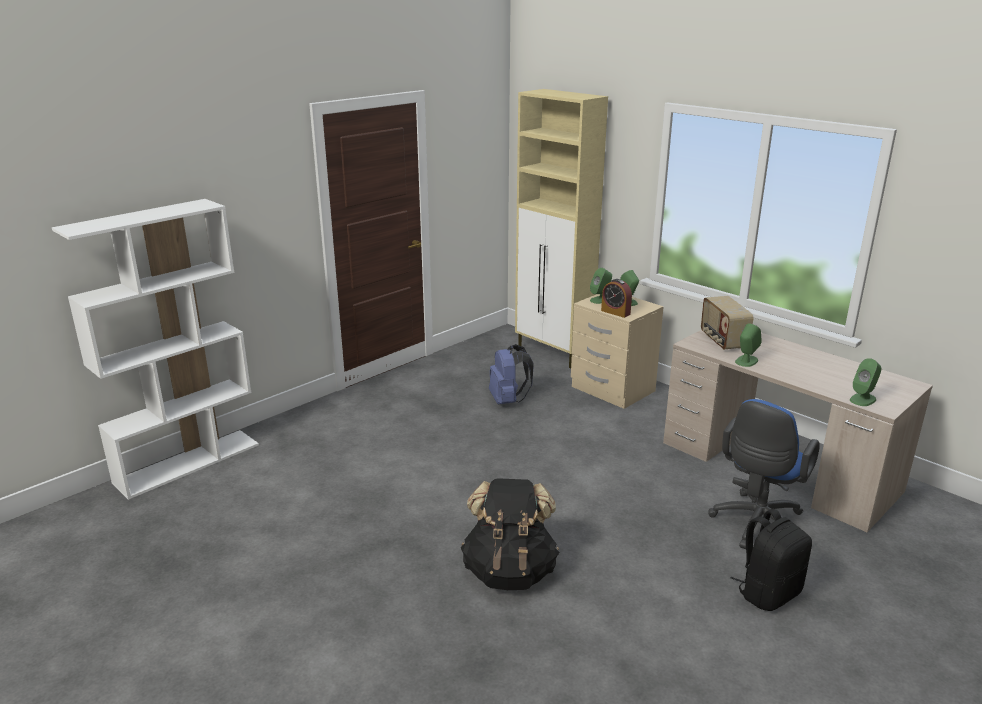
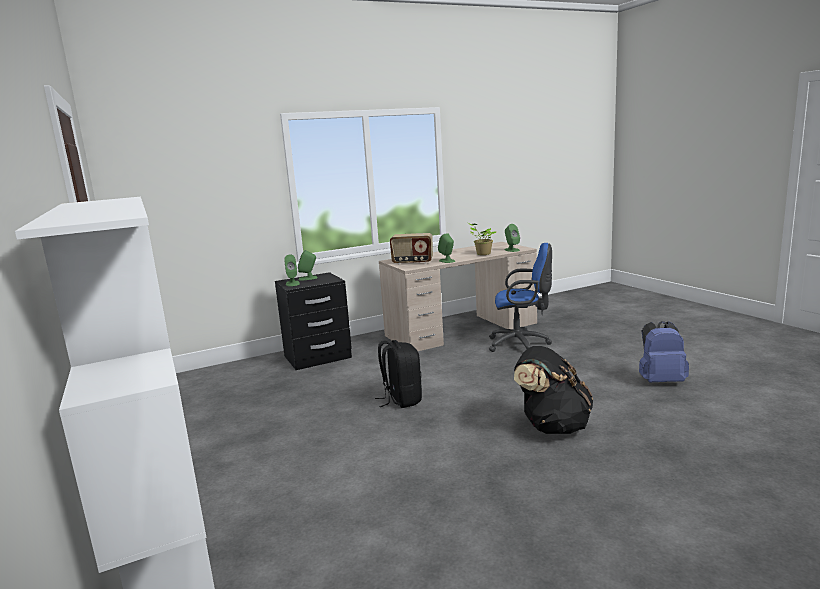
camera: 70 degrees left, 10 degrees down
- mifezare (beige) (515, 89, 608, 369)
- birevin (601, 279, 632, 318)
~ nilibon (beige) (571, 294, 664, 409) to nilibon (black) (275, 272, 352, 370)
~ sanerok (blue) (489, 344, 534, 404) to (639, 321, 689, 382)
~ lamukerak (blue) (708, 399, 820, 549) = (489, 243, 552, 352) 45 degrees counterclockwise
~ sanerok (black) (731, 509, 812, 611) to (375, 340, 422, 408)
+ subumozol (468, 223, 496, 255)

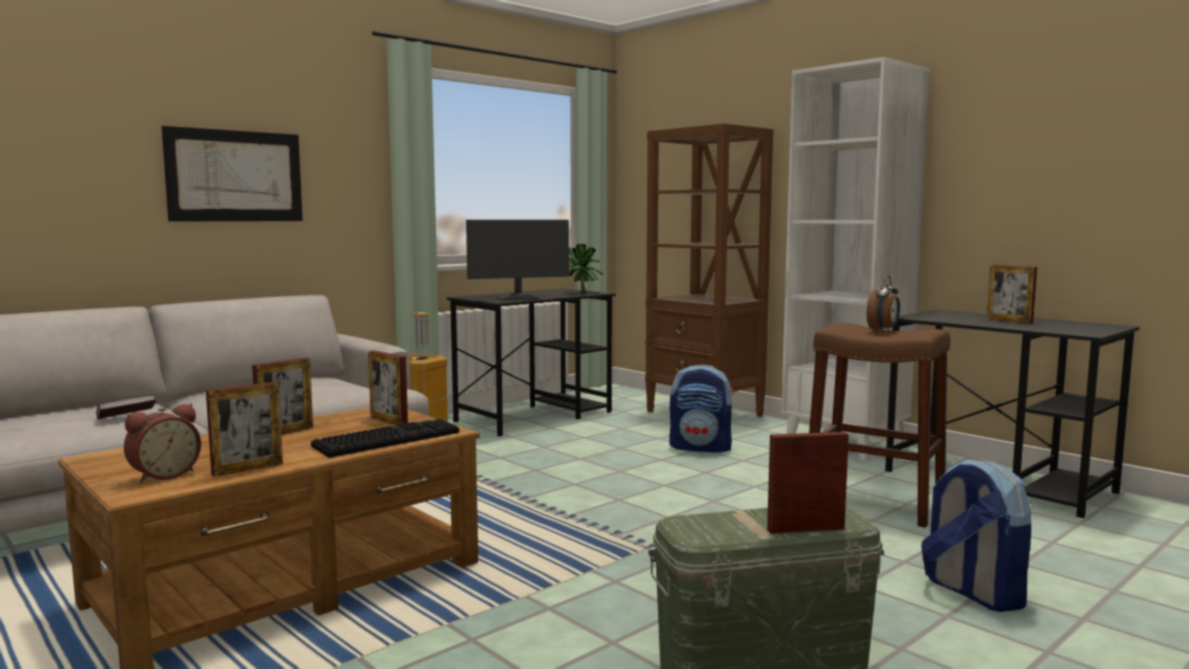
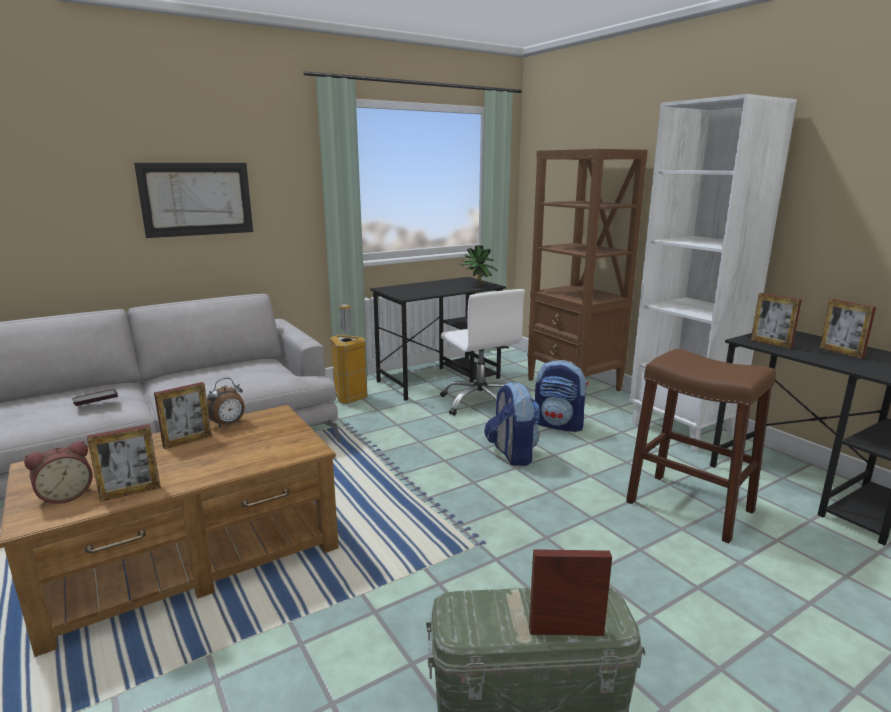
camera: 10 degrees right, 10 degrees up
- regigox (466, 220, 569, 300)
~ birevin (867, 276, 900, 332) to (207, 378, 245, 428)
~ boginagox (368, 351, 408, 426) to (751, 293, 802, 349)
- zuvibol (311, 419, 459, 458)
~ sanerok (921, 458, 1031, 612) to (484, 381, 540, 466)
+ lamukerak (white) (440, 289, 525, 416)

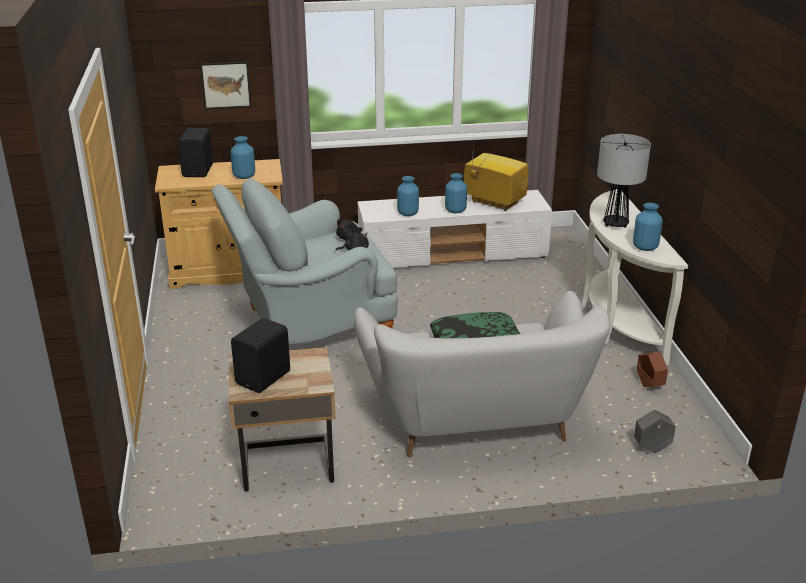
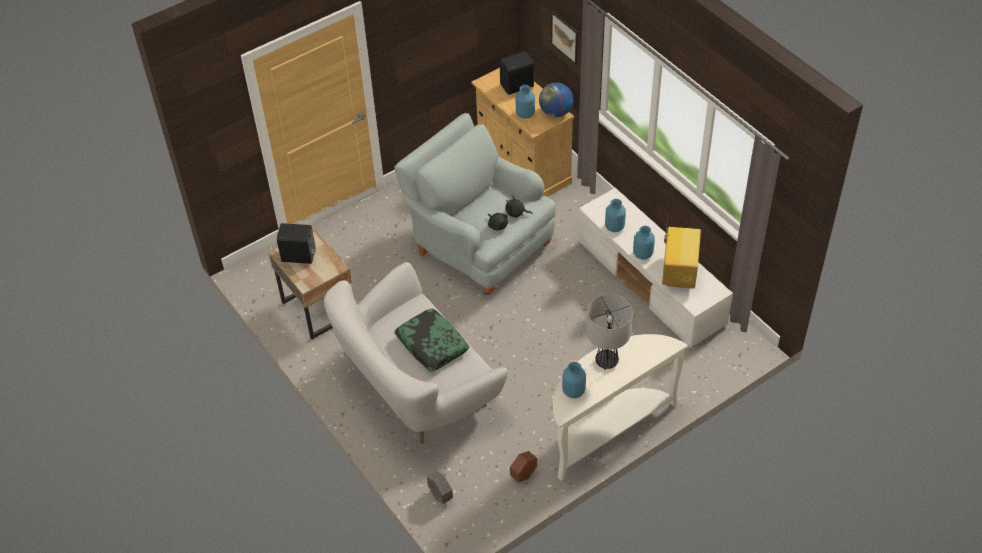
camera: 65 degrees right, 20 degrees up
+ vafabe (539, 83, 574, 117)

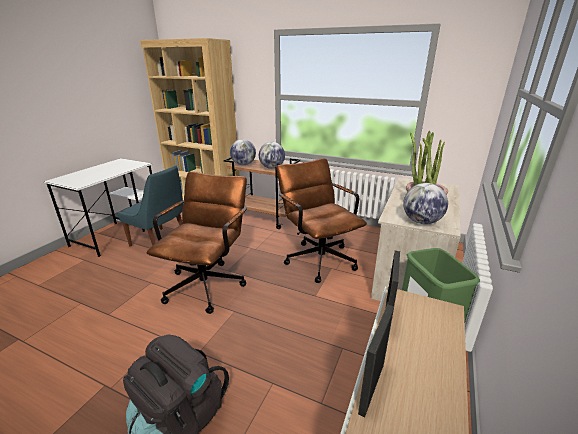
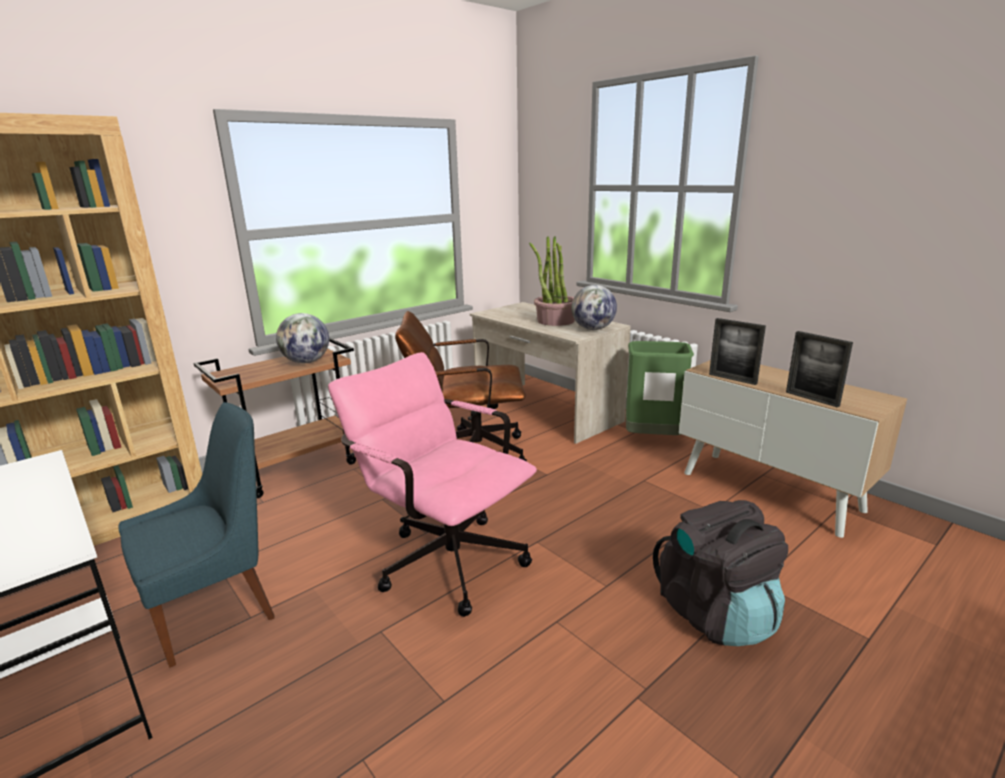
camera: 65 degrees left, 5 degrees down
- vafabe (230, 139, 256, 165)
~ lamukerak (brown) (147, 172, 247, 314) to lamukerak (pink) (328, 352, 537, 617)

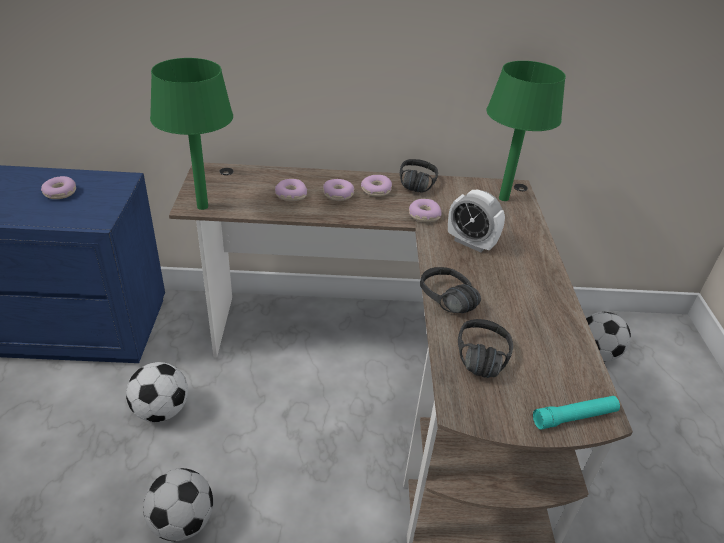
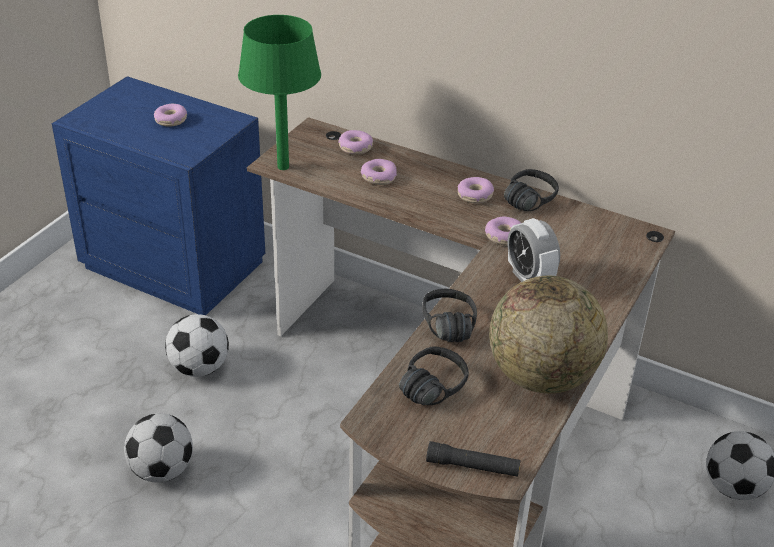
camera: 30 degrees right, 0 degrees up
- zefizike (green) (487, 61, 566, 201)
~ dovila (323, 179, 355, 201) to (338, 130, 373, 155)
~ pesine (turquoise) (533, 396, 620, 430) to pesine (black) (426, 441, 521, 477)
+ vafabe (489, 276, 608, 394)

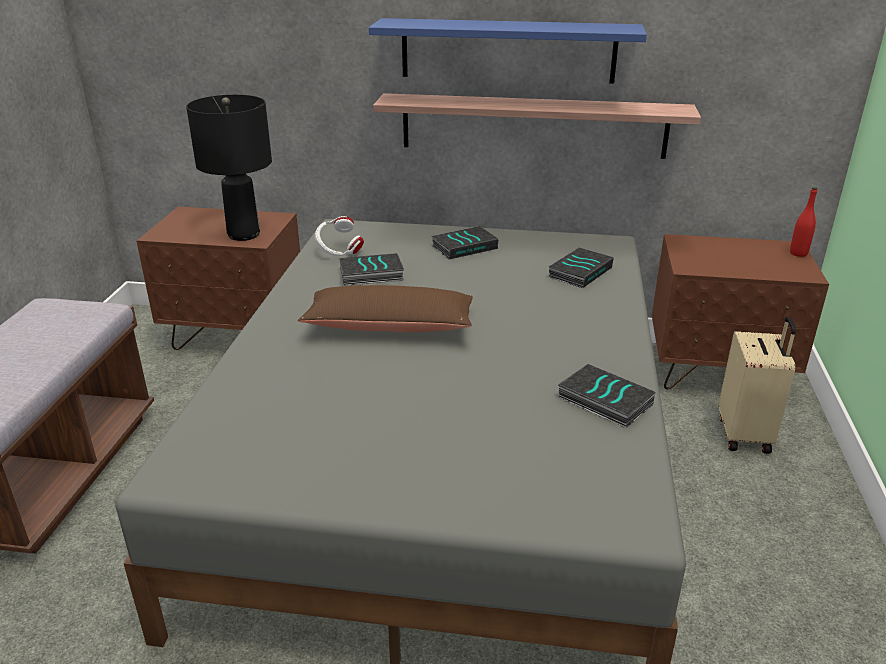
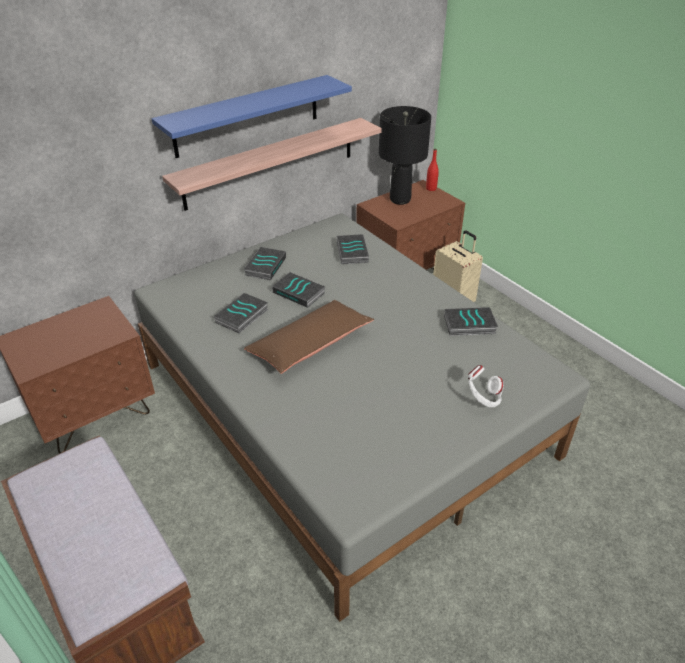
camera: 45 degrees left, 10 degrees up
~ zefizike (black) (186, 95, 272, 241) to (379, 106, 431, 205)
~ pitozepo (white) (315, 216, 364, 256) to (467, 365, 504, 407)
+ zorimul (272, 272, 325, 308)

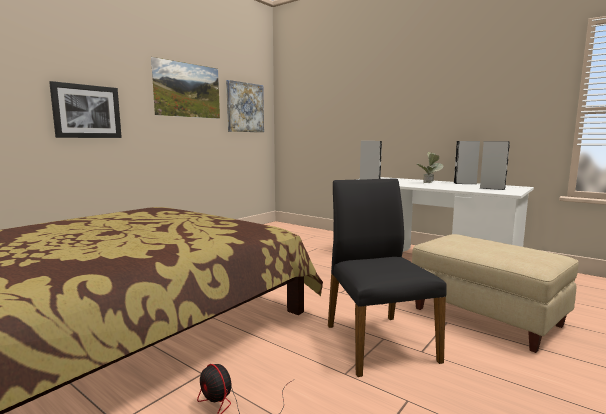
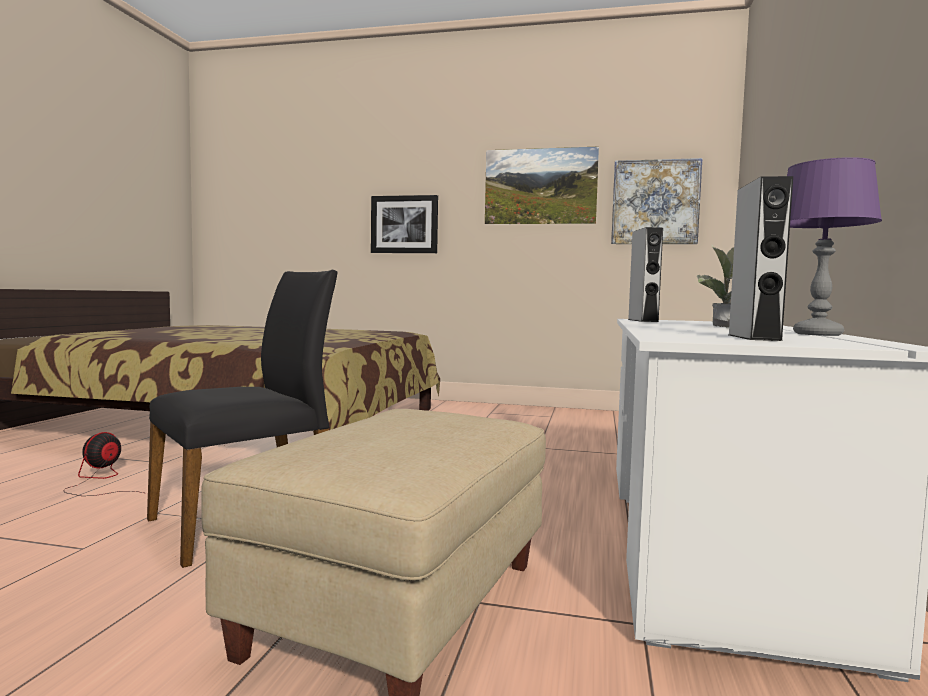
camera: 65 degrees right, 5 degrees down
~ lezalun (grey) (454, 141, 480, 184) to zefizike (purple) (787, 157, 882, 336)

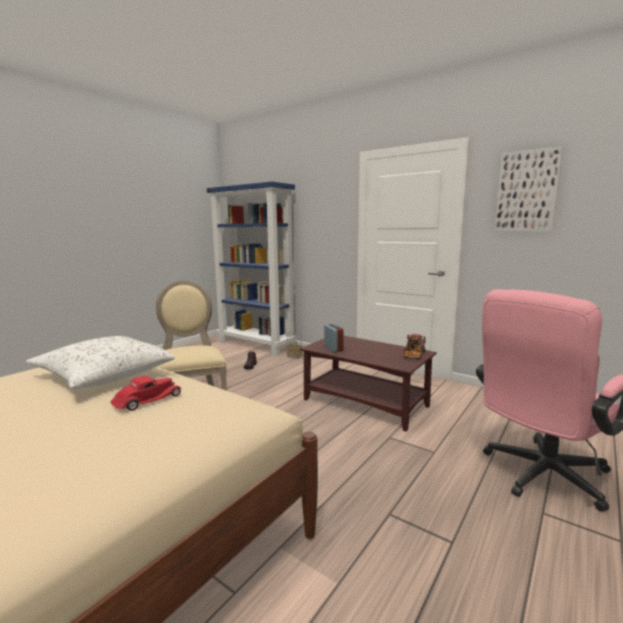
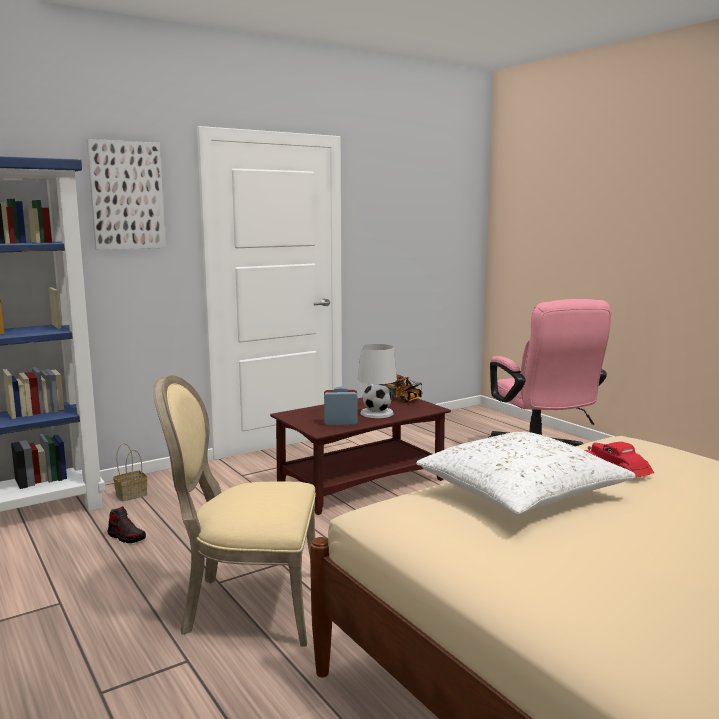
camera: 70 degrees left, 0 degrees up
~ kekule (495, 146, 563, 232) to (87, 139, 166, 250)
+ zefizike (white) (358, 344, 397, 418)

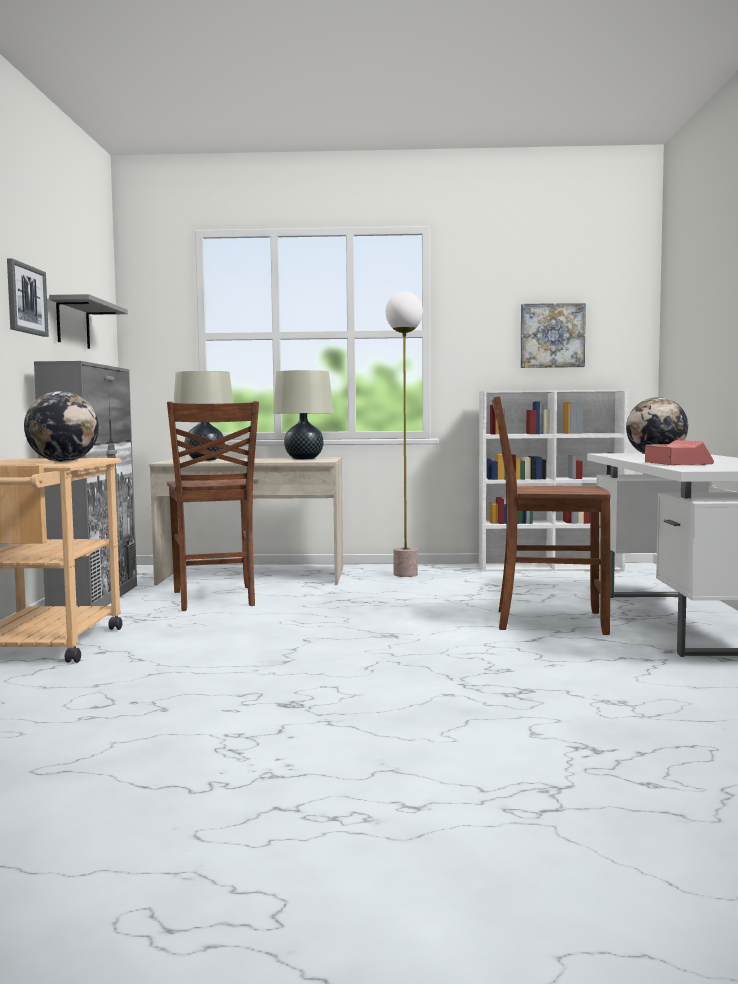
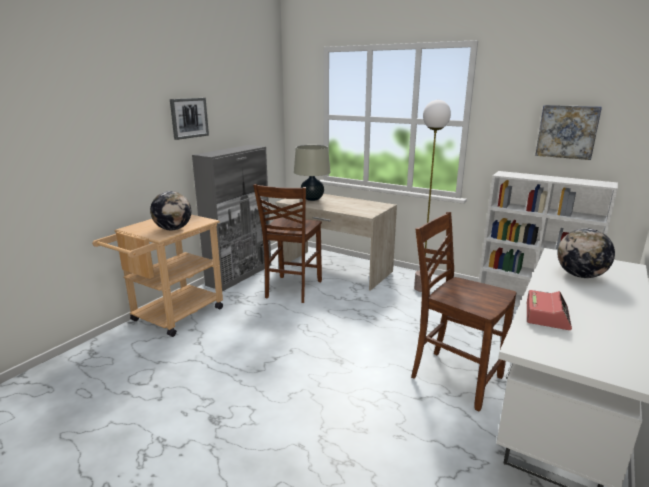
camera: 30 degrees right, 15 degrees up
- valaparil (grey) (49, 294, 128, 349)
- zefizike (beige) (273, 370, 334, 459)

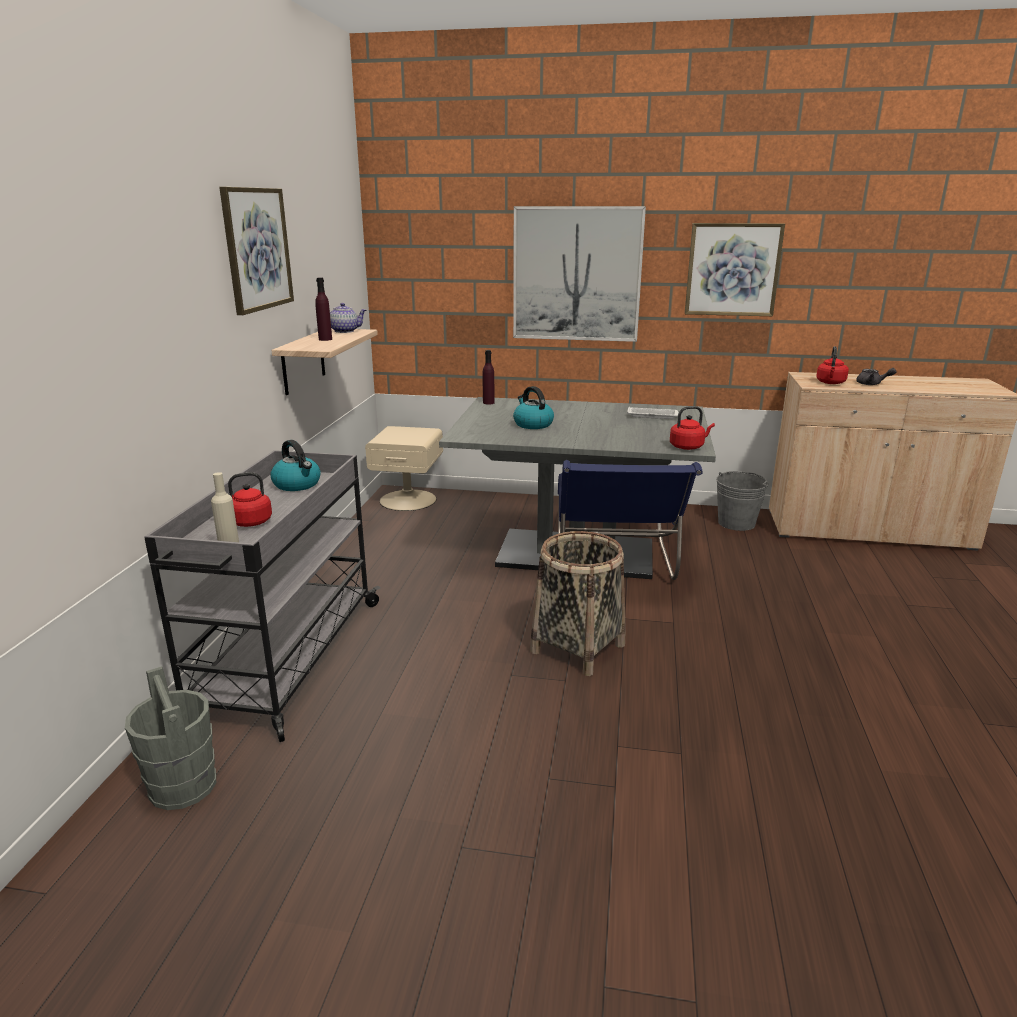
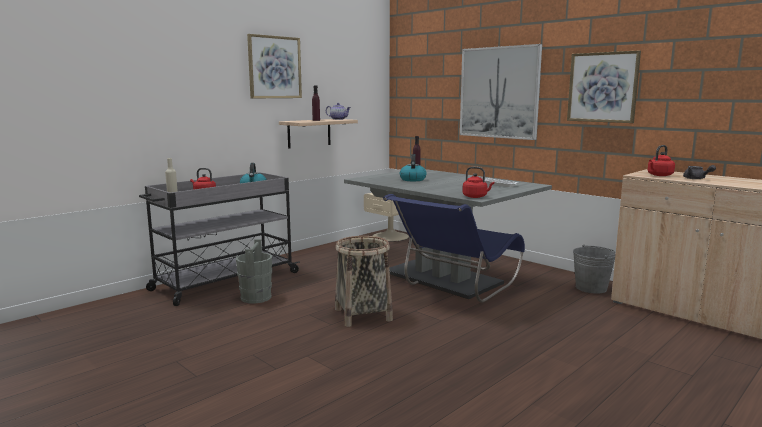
camera: 35 degrees right, 10 degrees down
~ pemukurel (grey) (125, 666, 216, 810) to (236, 239, 272, 303)

